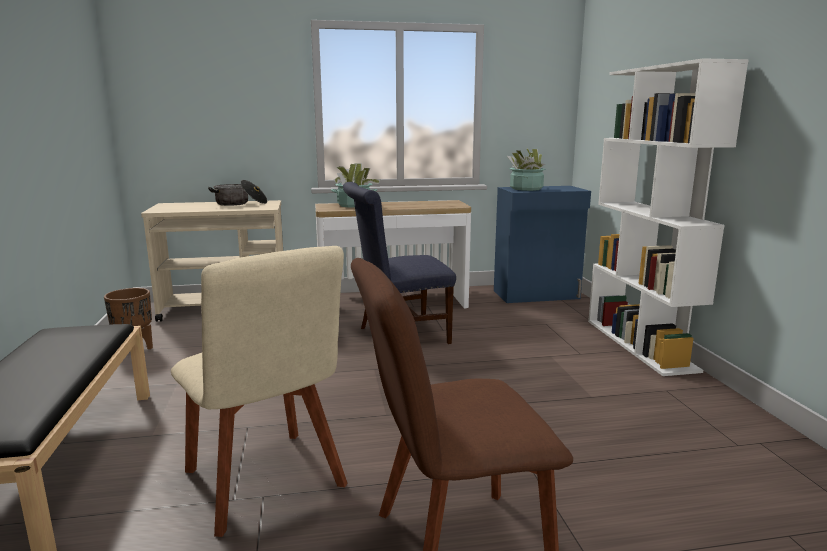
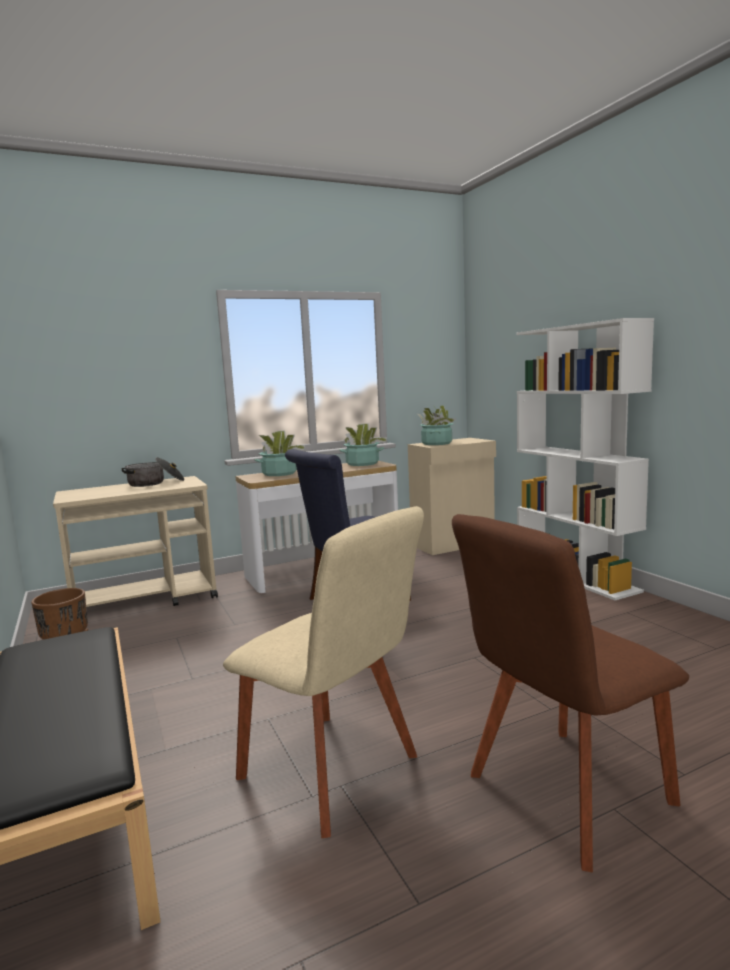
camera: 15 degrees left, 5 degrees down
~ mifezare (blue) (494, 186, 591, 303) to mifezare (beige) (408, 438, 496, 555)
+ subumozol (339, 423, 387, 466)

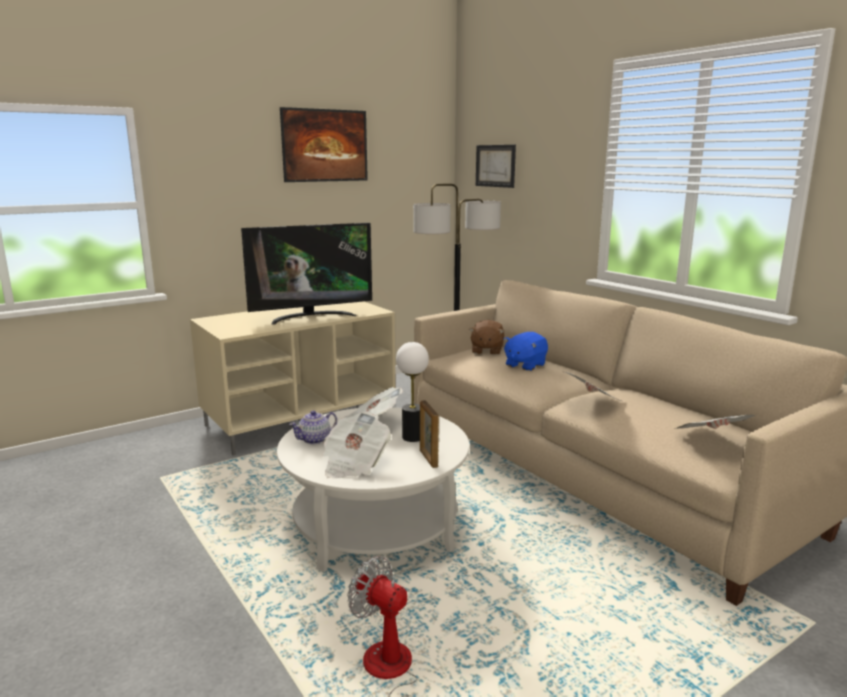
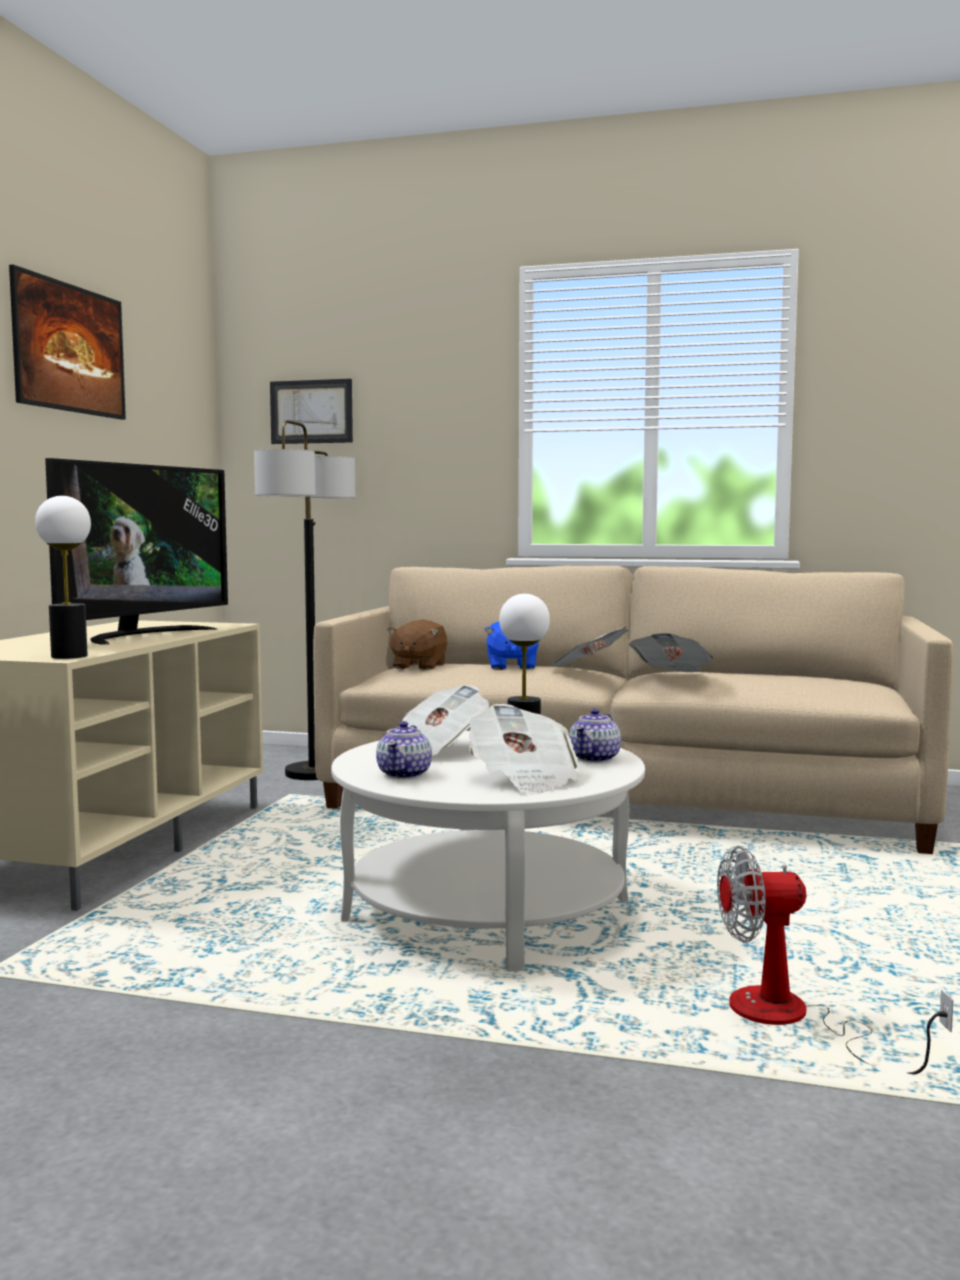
camera: 40 degrees left, 10 degrees down
~ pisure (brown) (469, 320, 504, 354) = (387, 619, 447, 670) 45 degrees clockwise
~ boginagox (420, 400, 439, 468) to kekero (569, 709, 621, 763)
~ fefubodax (674, 415, 755, 429) to (549, 627, 628, 667)
+ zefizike (35, 496, 91, 659)

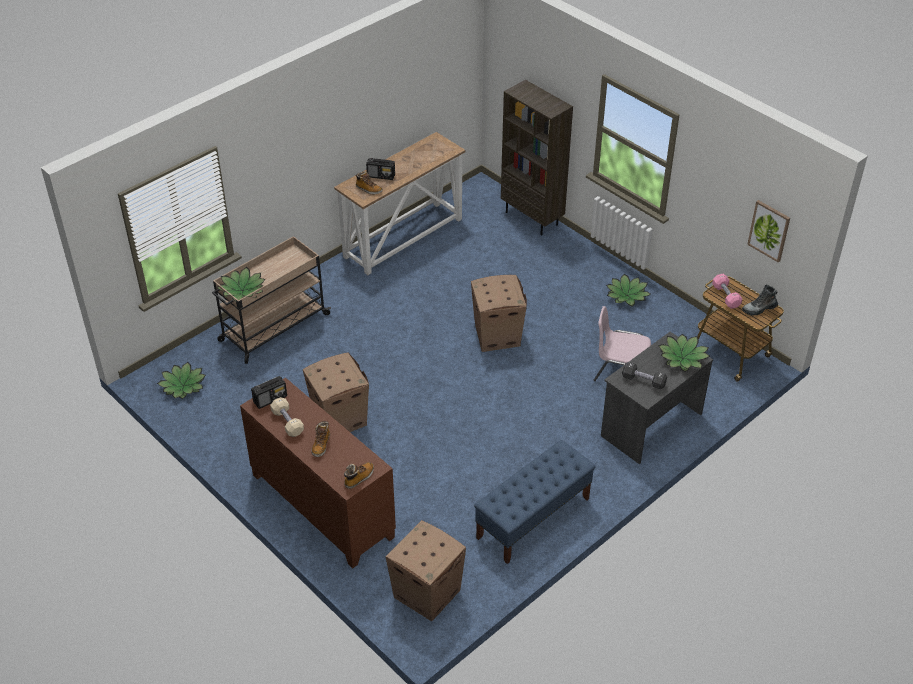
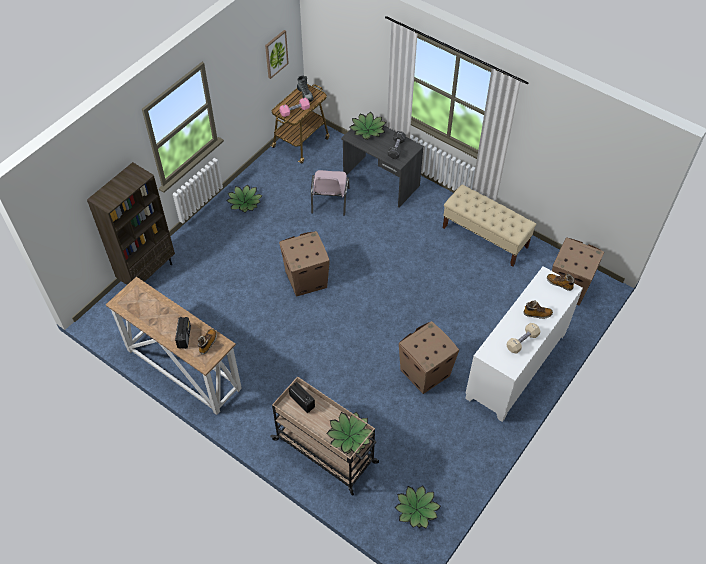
camera: 100 degrees left, 10 degrees up
~ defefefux (251, 376, 287, 409) to (289, 382, 315, 413)
~ mifezare (brown) (240, 378, 396, 568) to mifezare (white) (465, 266, 583, 422)
~ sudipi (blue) (474, 440, 595, 564) to sudipi (beige) (443, 184, 536, 267)

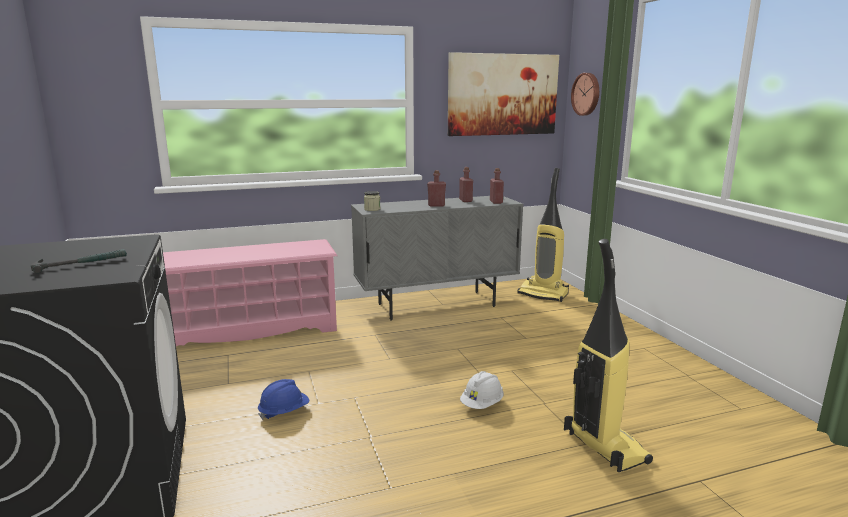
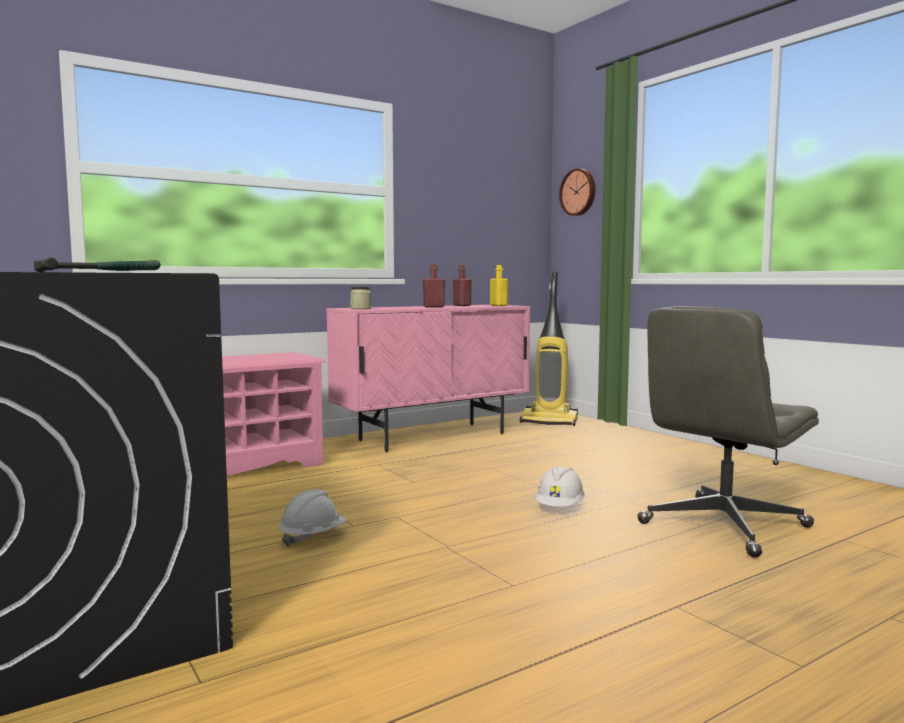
camera: 15 degrees left, 10 degrees down
- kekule (448, 52, 559, 136)
~ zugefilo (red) (490, 168, 504, 204) to zugefilo (yellow) (490, 265, 508, 306)
~ mifezare (grey) (351, 196, 523, 320) to mifezare (pink) (326, 305, 530, 452)
~ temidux (564, 239, 653, 472) to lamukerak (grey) (637, 306, 819, 558)
~ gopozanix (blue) (258, 379, 309, 420) to gopozanix (white) (279, 490, 347, 547)

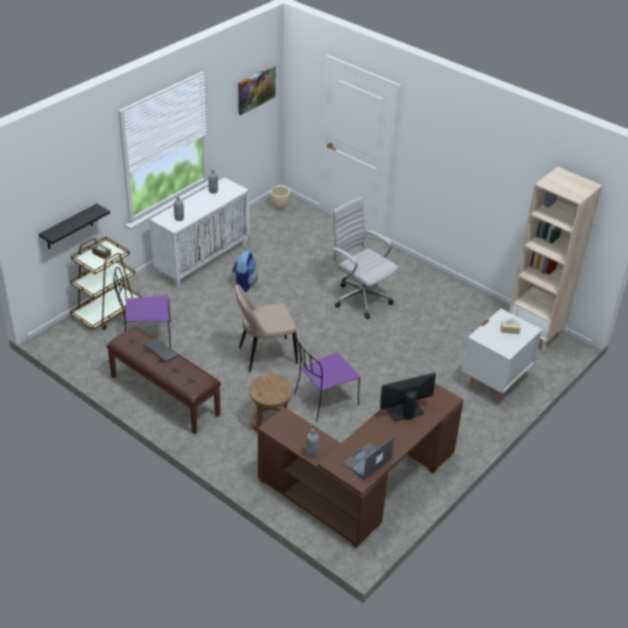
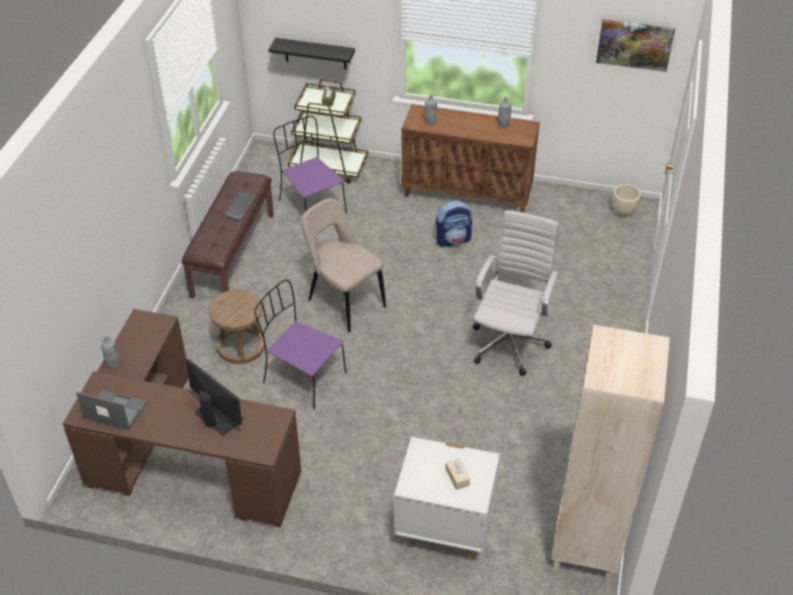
camera: 65 degrees right, 5 degrees up
~ mifezare (white) (150, 177, 249, 288) to mifezare (brown) (401, 104, 540, 213)

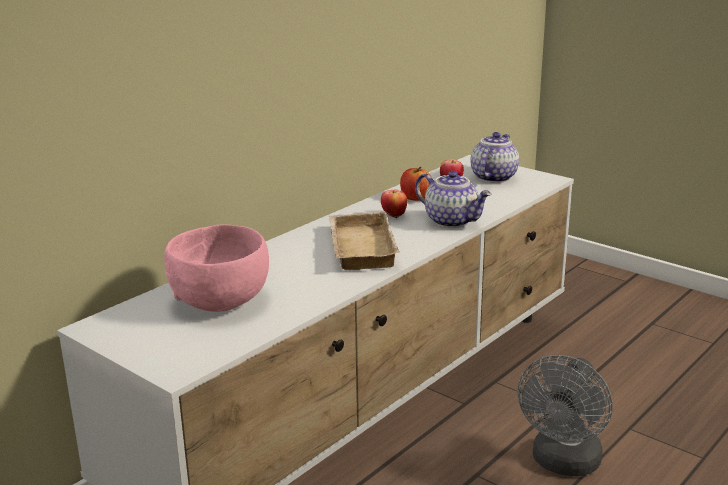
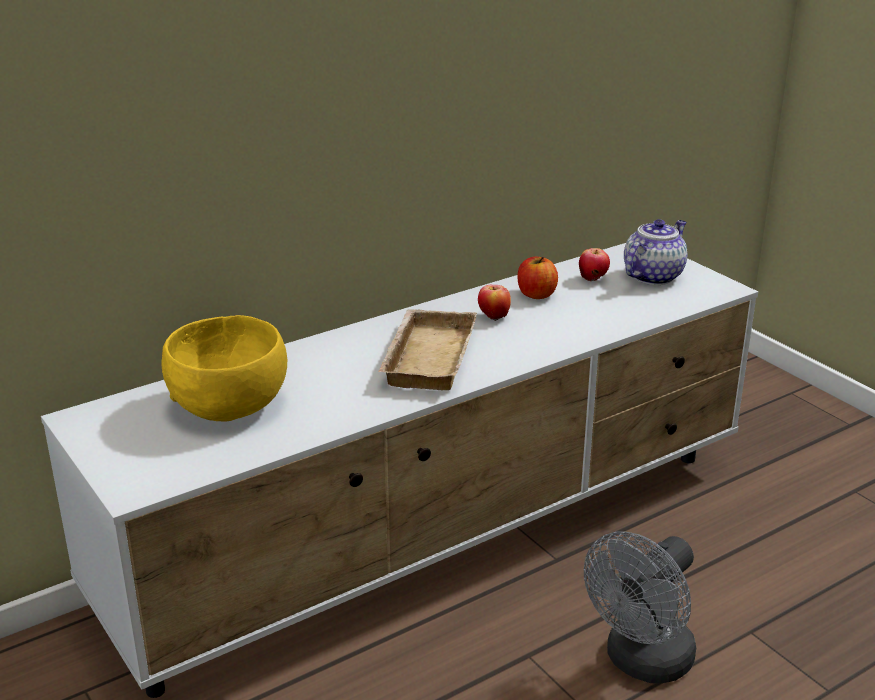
camera: 15 degrees right, 5 degrees up
- kekero (415, 171, 491, 228)
~ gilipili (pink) (164, 224, 269, 312) to gilipili (yellow) (161, 315, 287, 421)

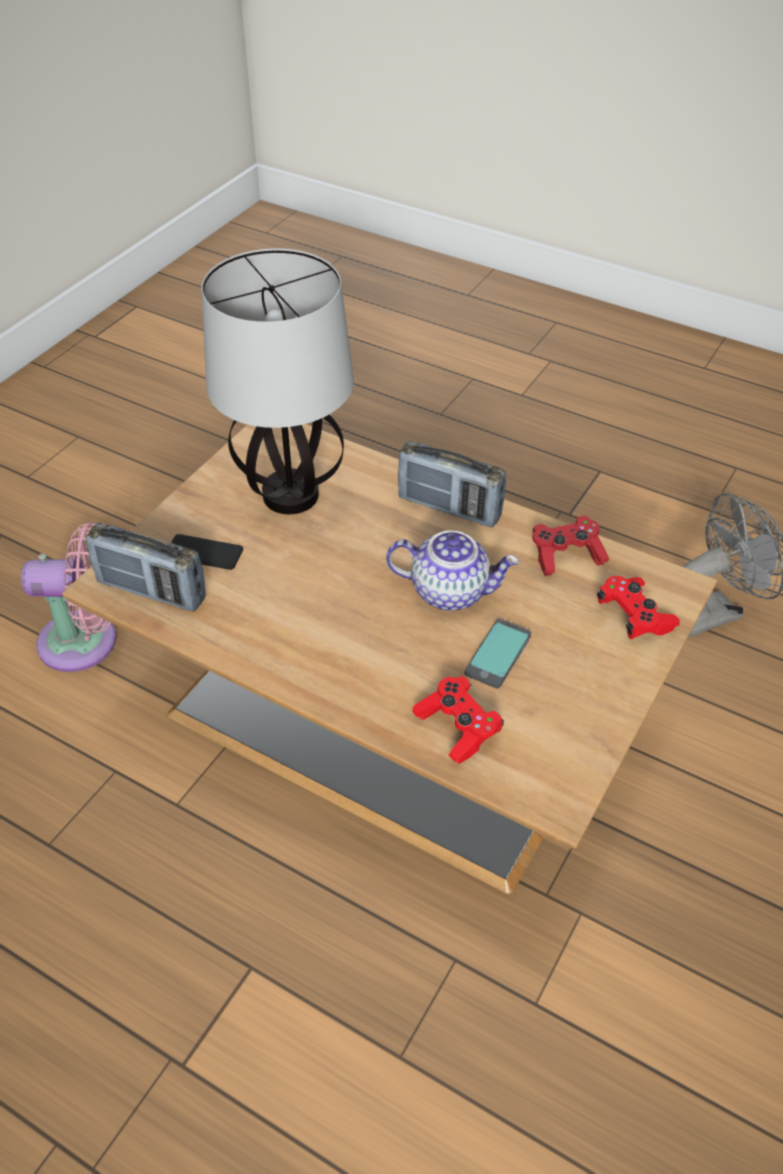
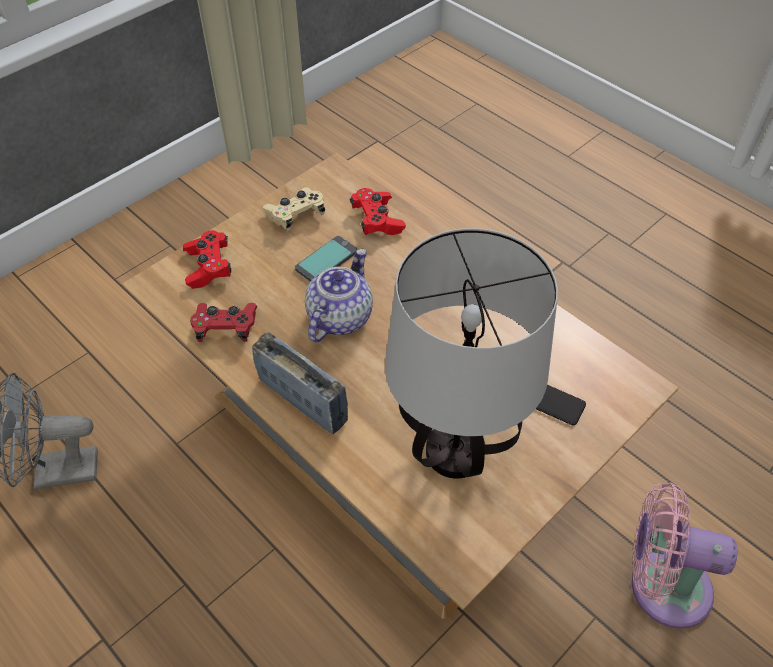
camera: 165 degrees left, 5 degrees up
- defefefux (85, 523, 206, 612)
~ kekero (386, 530, 519, 611) = (305, 249, 373, 342) 90 degrees clockwise
+ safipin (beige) (262, 187, 325, 231)

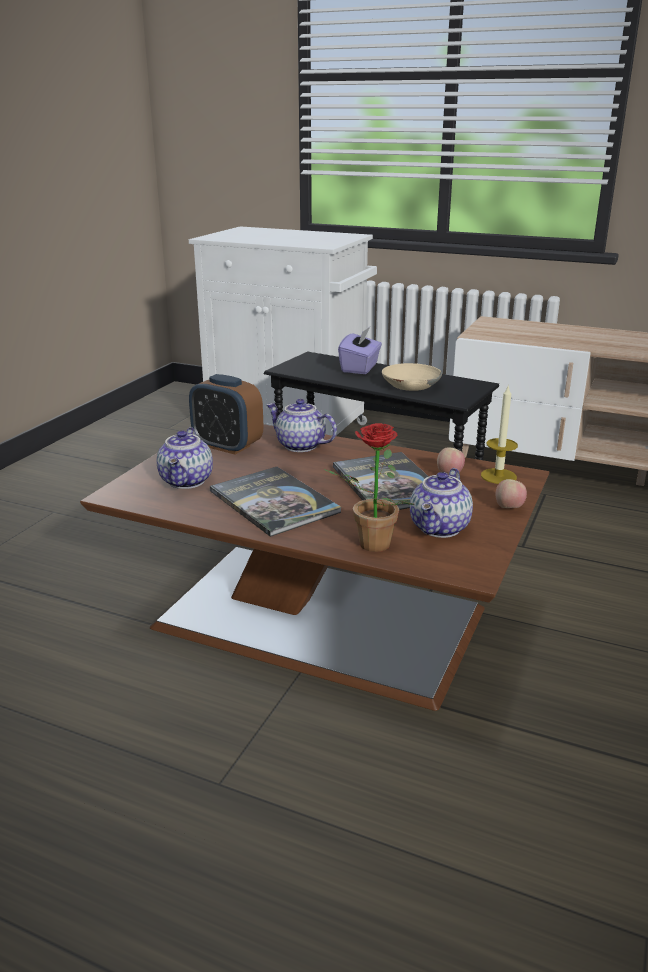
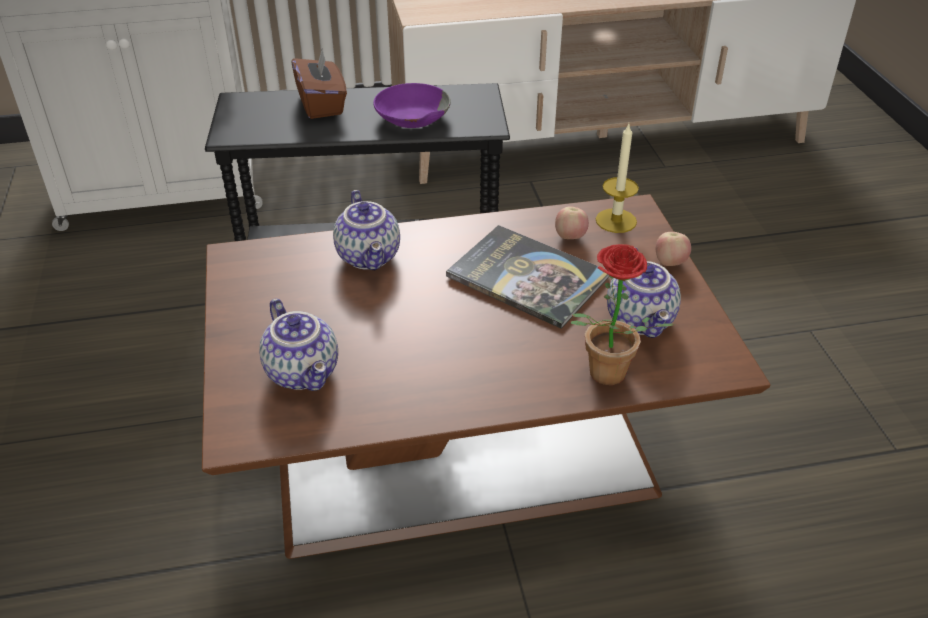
camera: 35 degrees left, 15 degrees up
~ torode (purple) (338, 327, 382, 374) to torode (brown) (292, 50, 347, 119)
~ gilipili (beige) (382, 363, 442, 391) to gilipili (purple) (373, 83, 451, 128)
- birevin (189, 374, 264, 455)
~ kekero (266, 399, 337, 452) = (333, 190, 400, 270) 105 degrees counterclockwise
- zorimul (210, 467, 341, 537)

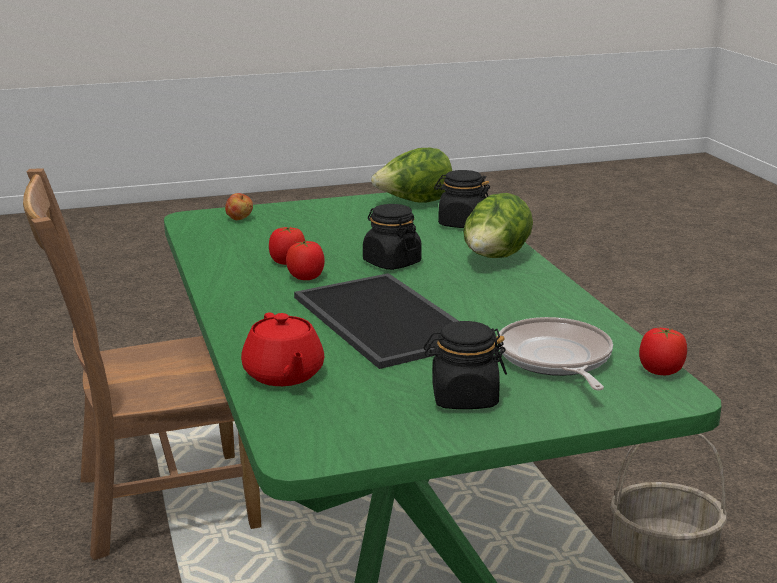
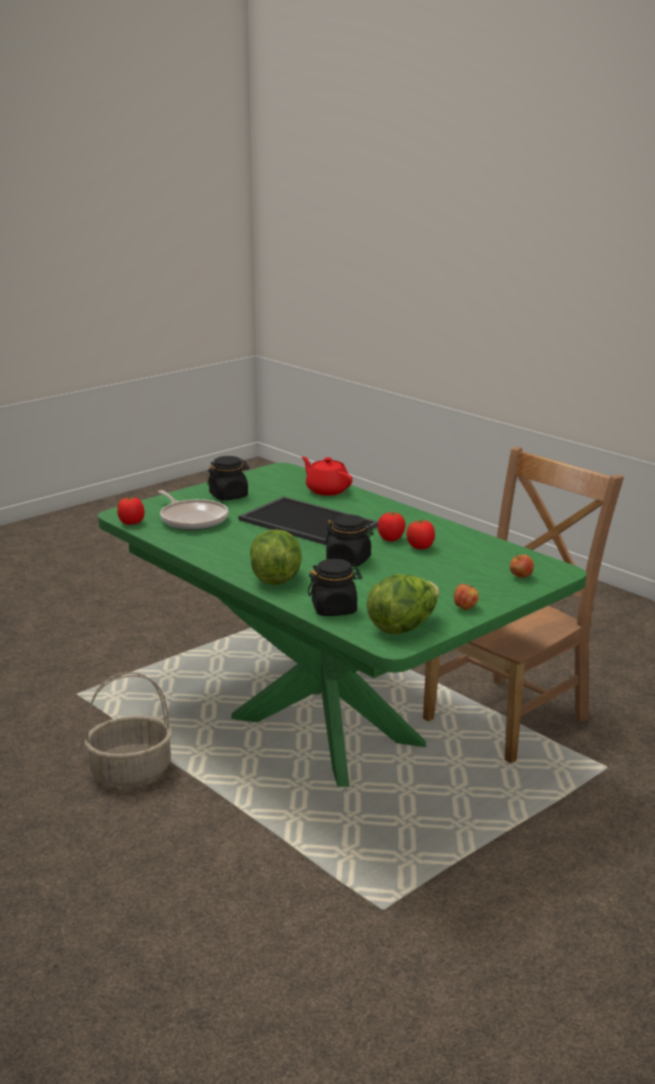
camera: 155 degrees right, 0 degrees up
+ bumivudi (454, 584, 479, 610)

